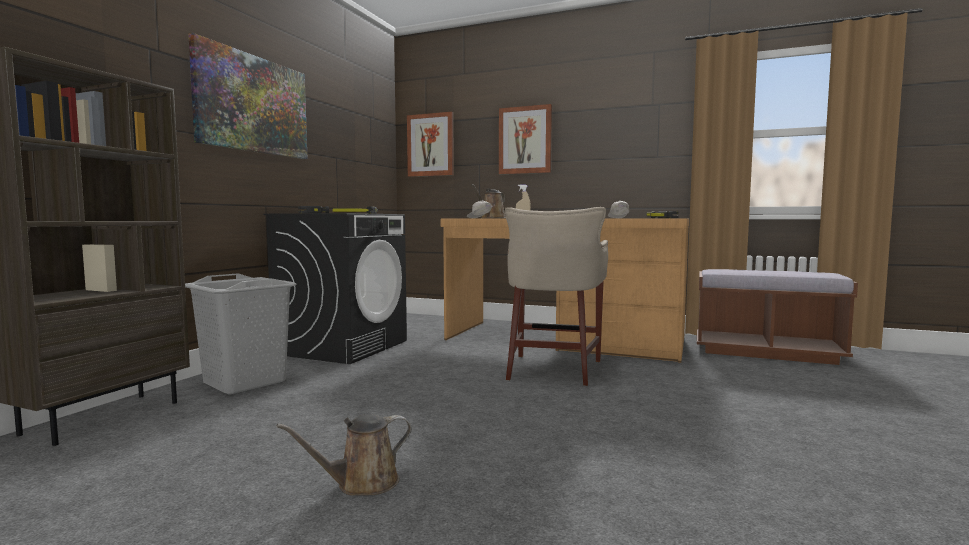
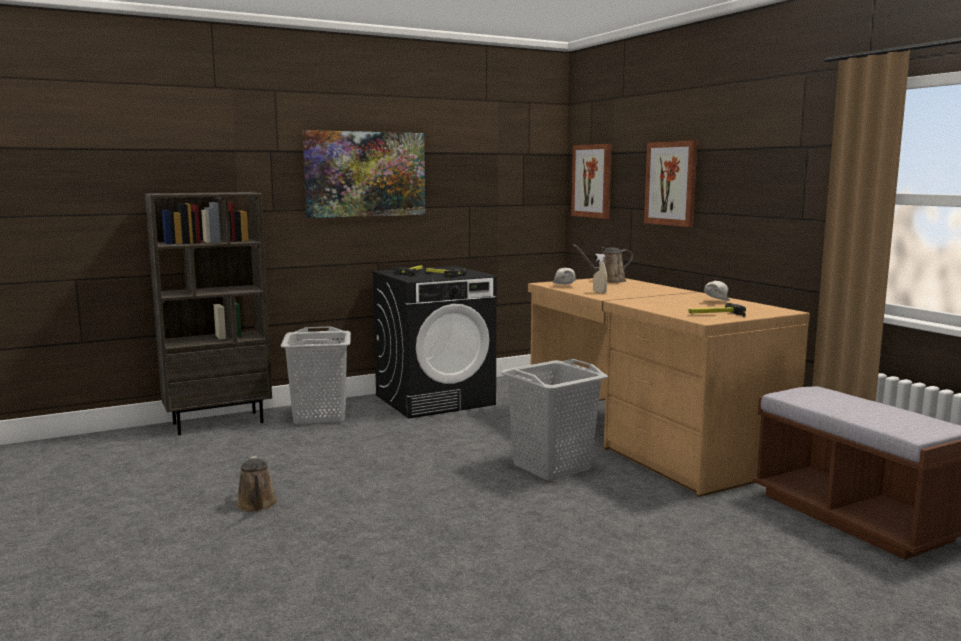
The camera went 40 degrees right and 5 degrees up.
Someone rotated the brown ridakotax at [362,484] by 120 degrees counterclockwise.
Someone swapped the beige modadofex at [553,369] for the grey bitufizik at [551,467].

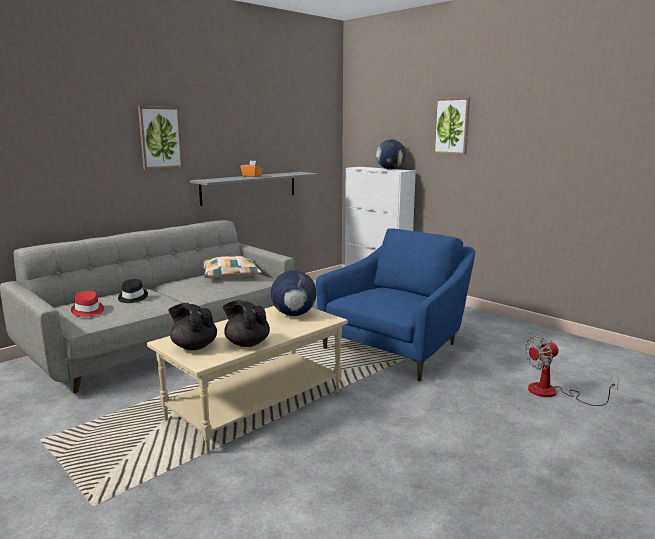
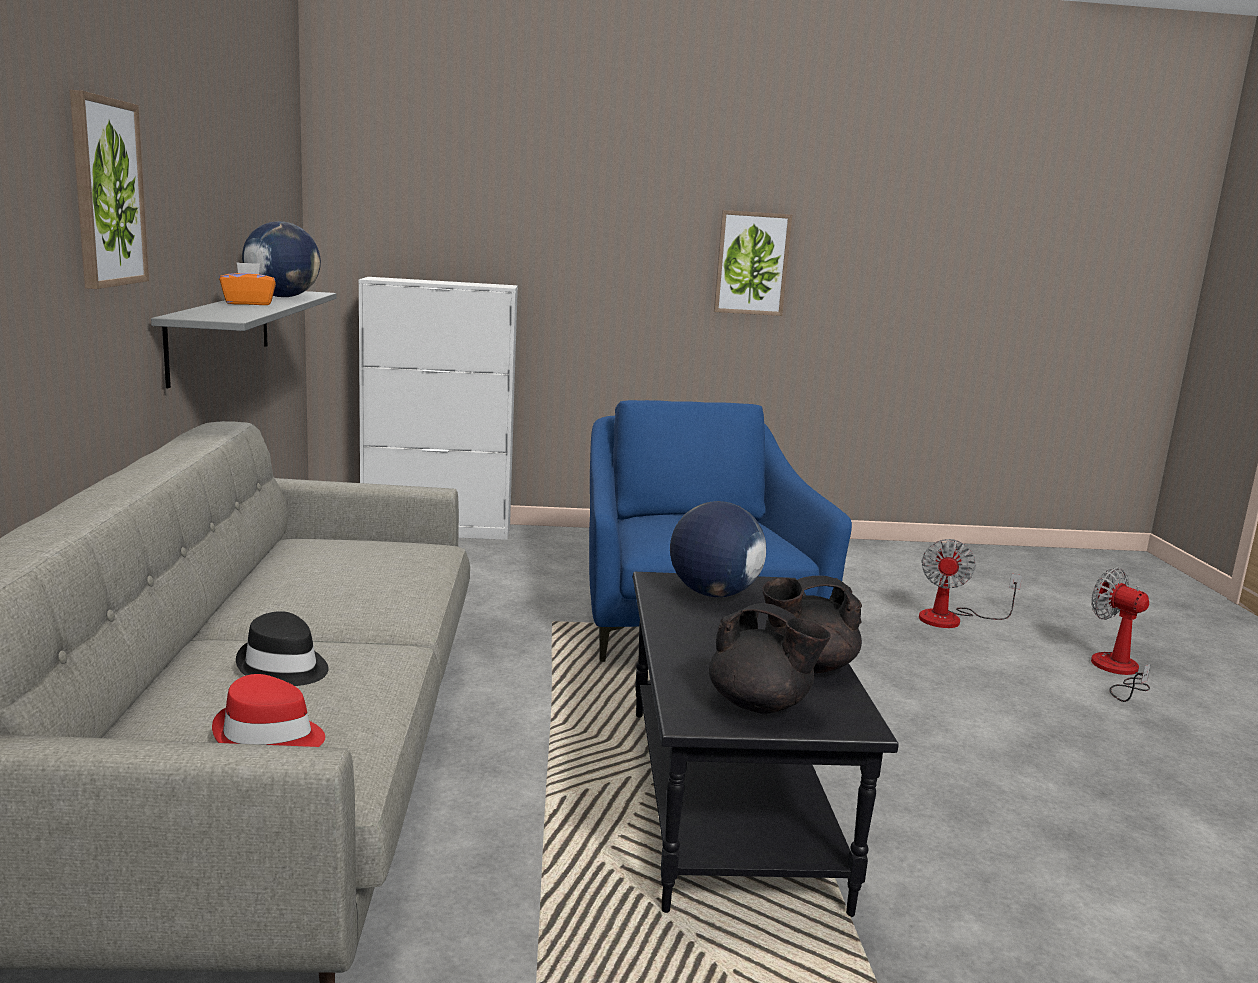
The camera went 50 degrees left and 0 degrees up.
Someone carried the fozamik from [390,169] to [282,297].
Someone repainted the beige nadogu at [256,404], which became the black nadogu at [724,800].
Someone rotated the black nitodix at [194,346] by 135 degrees counterclockwise.
Someone carried the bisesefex from [451,126] to [752,263].
Someone put down the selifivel at [1117,672].
Someone took away the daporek at [230,275].

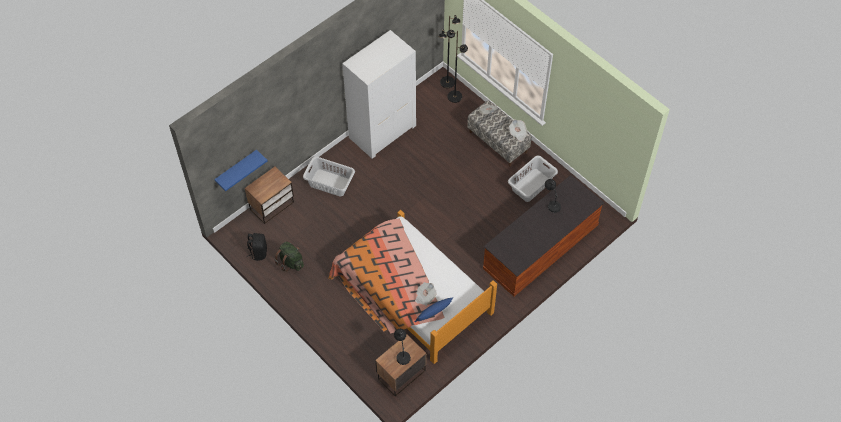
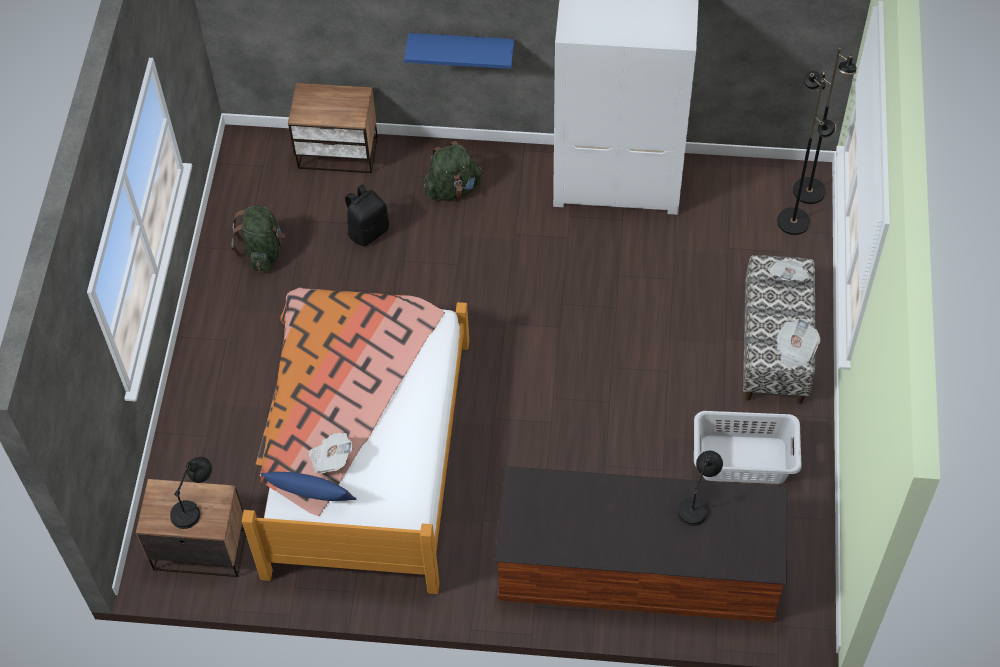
The camera went 50 degrees right and 0 degrees up.
Someone carried the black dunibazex from [258,252] to [368,231].
Someone carried the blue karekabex from [236,168] to [461,46].
Someone swapped the grey bitufizik at [330,182] for the green dunibazex at [453,189].

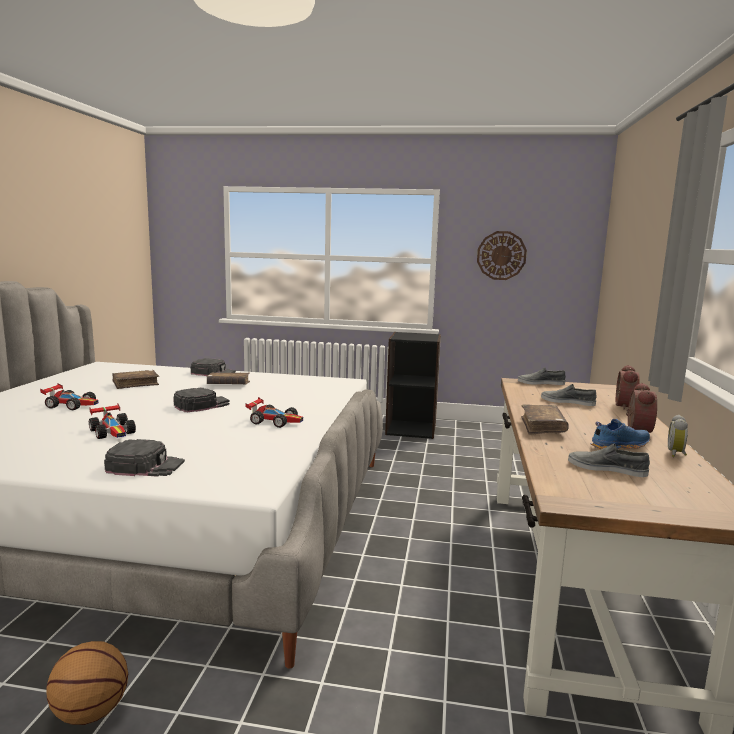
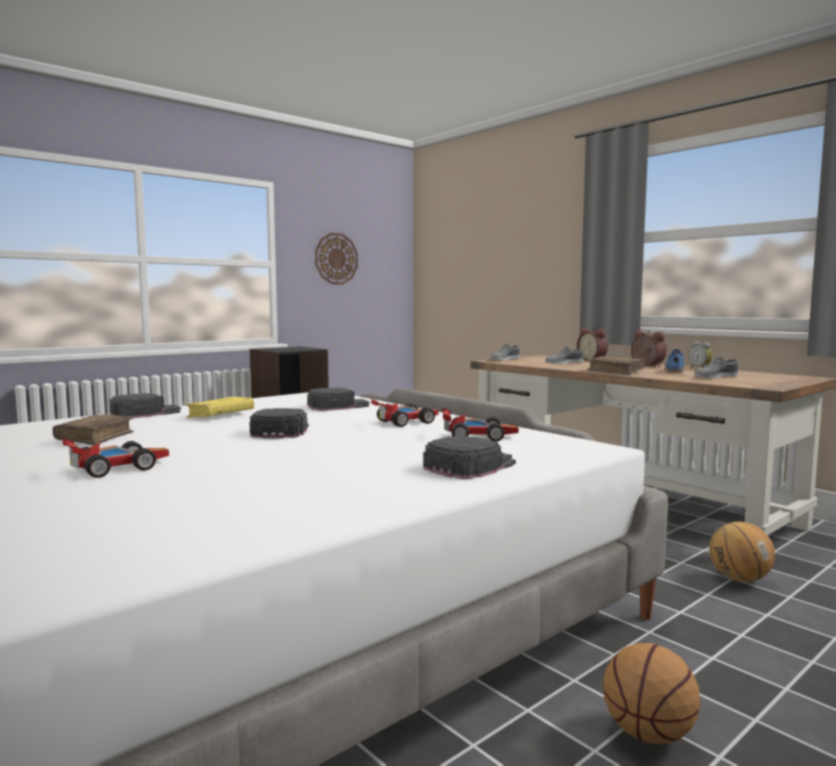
The camera went 50 degrees left and 5 degrees down.
Someone repainted the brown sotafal at [228,384], which became the yellow sotafal at [221,415].
Someone put down the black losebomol at [337,406].
Someone carried the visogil from [113,431] to [477,436].
Someone put down the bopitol at [739,579].

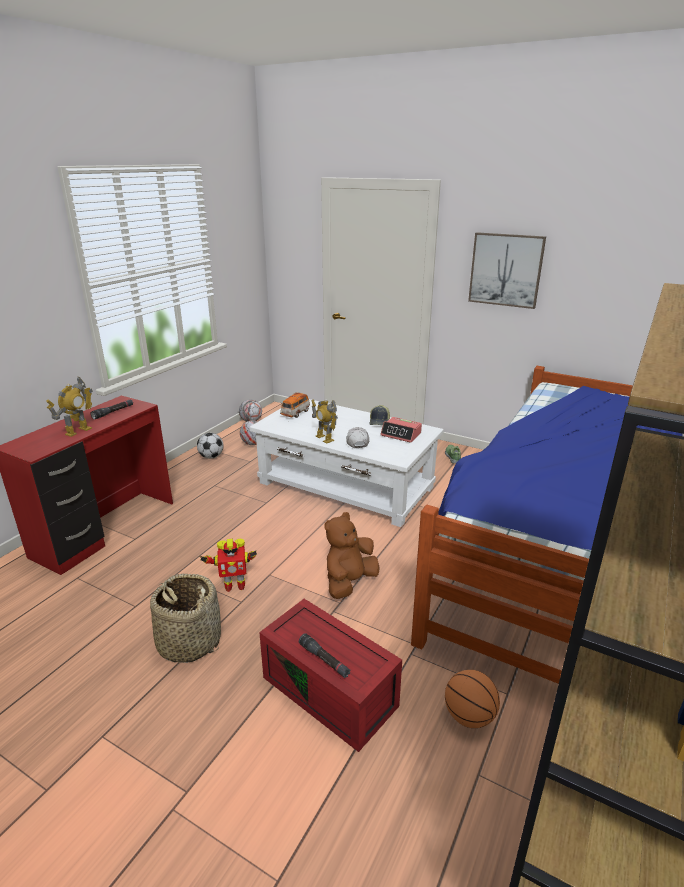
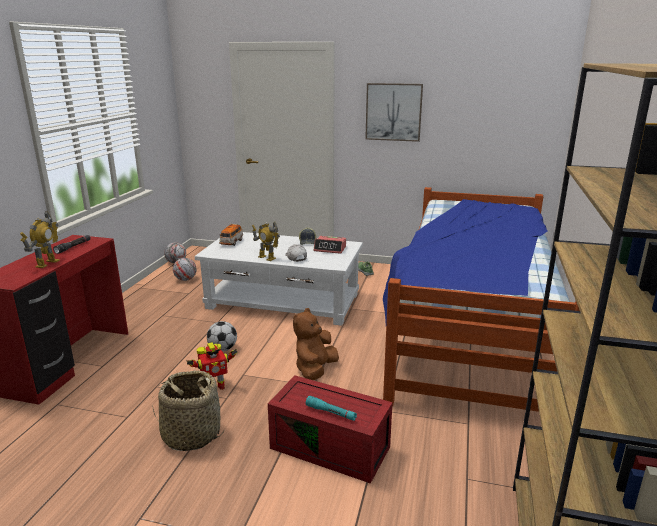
The camera went 15 degrees left and 5 degrees down.
Someone carried the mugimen from [211,457] to [222,349].
Someone repainted the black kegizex at [324,660], which became the turquoise kegizex at [331,412].
Someone took away the bopitol at [469,716].

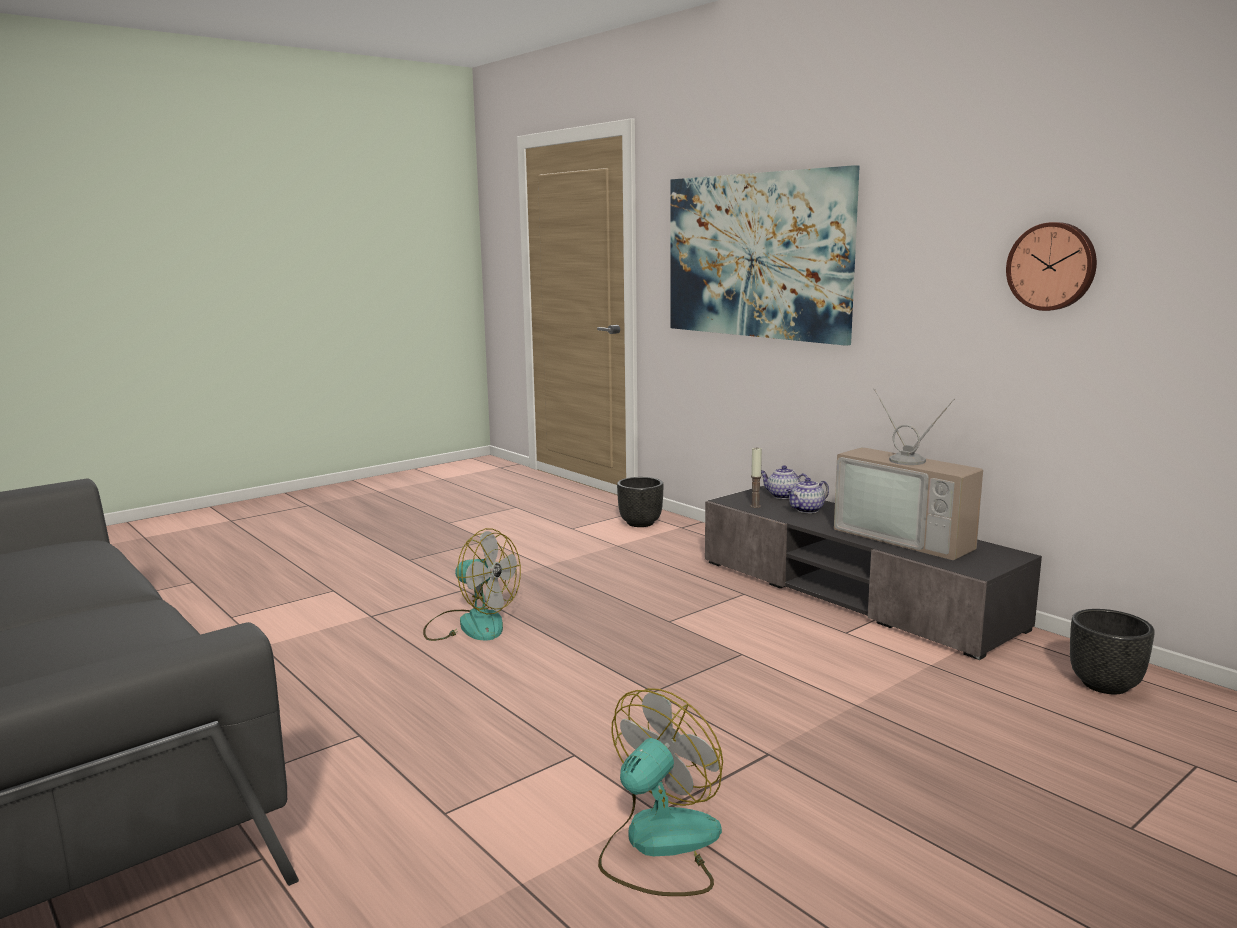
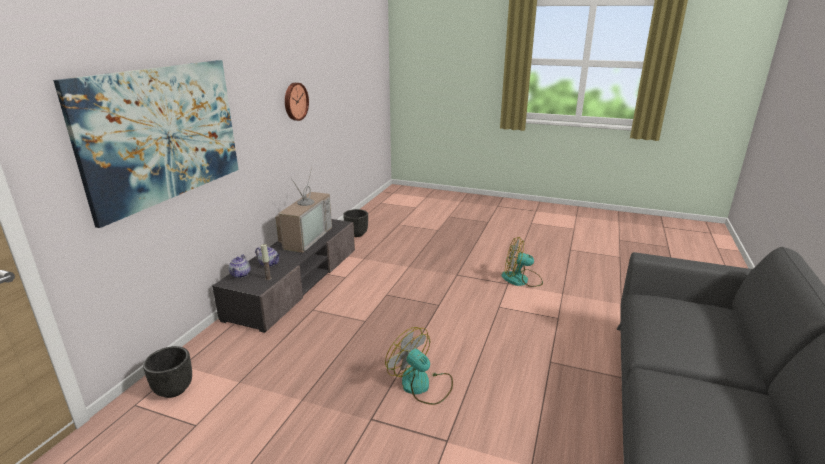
The camera went 120 degrees left and 10 degrees up.
Someone rotated the selifivel at [470,624] by 45 degrees counterclockwise.

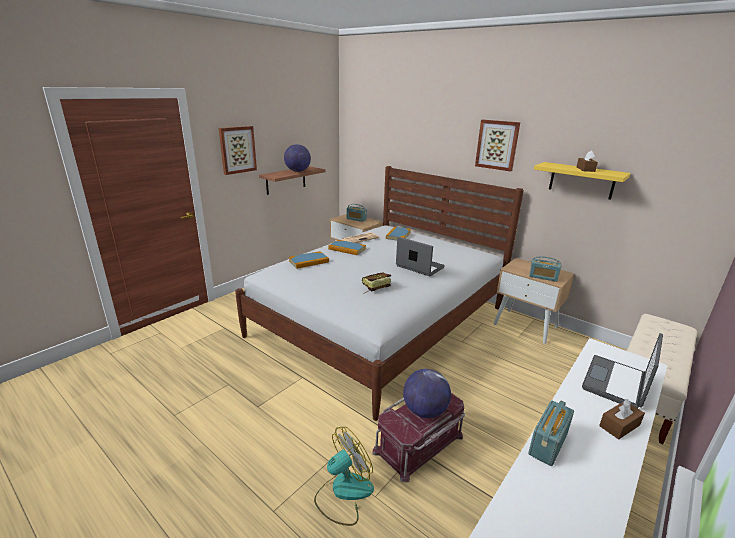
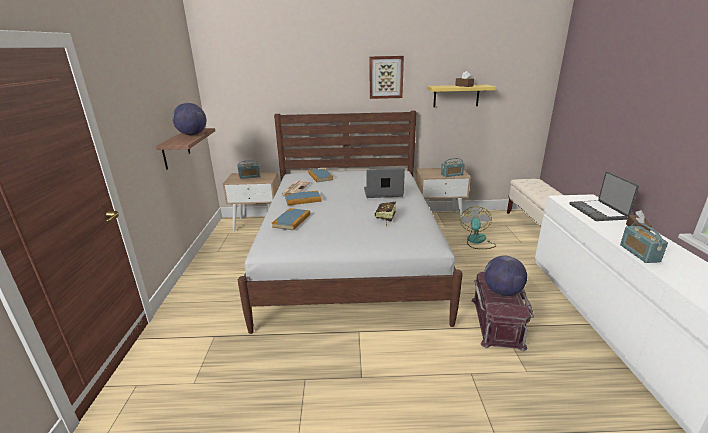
The camera went 40 degrees left and 0 degrees up.
Someone carried the selifivel from [343,492] to [477,241].
Someone took away the bisesefex at [237,150].

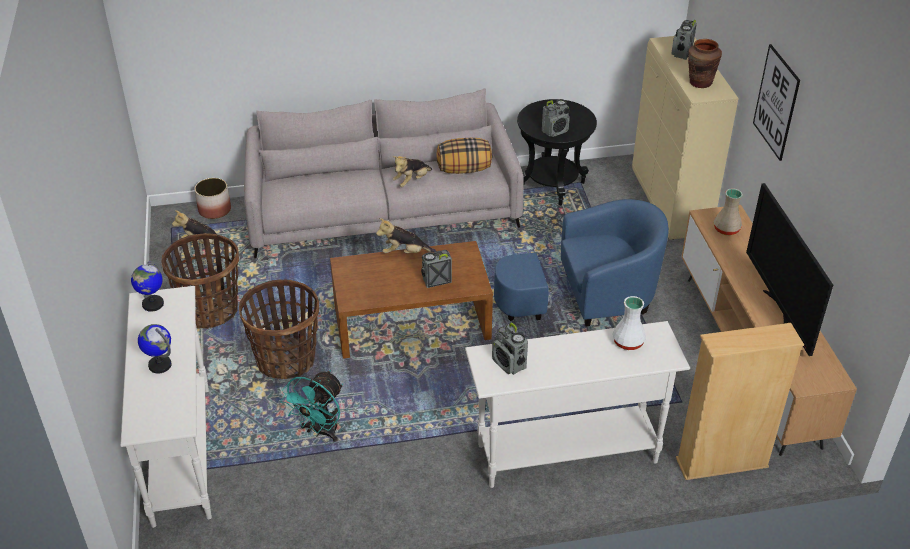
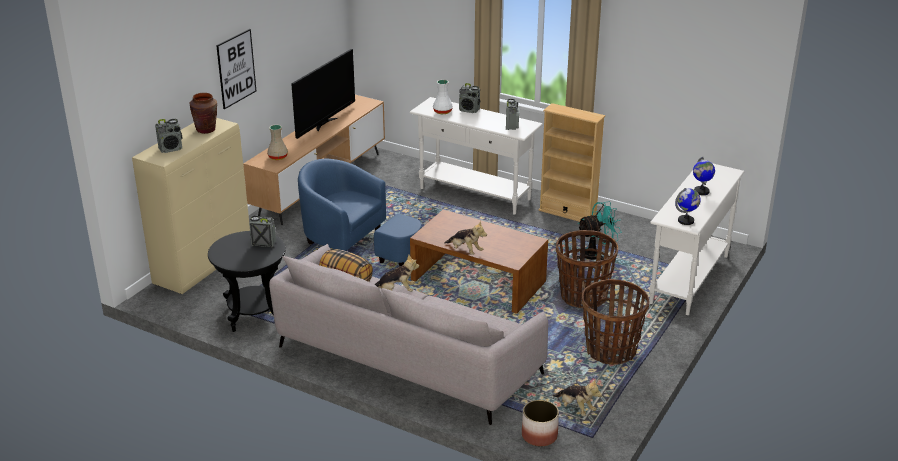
The camera went 140 degrees left and 10 degrees down.
Someone carried the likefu from [436,280] to [469,110].
Someone carried the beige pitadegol from [722,463] to [567,213].

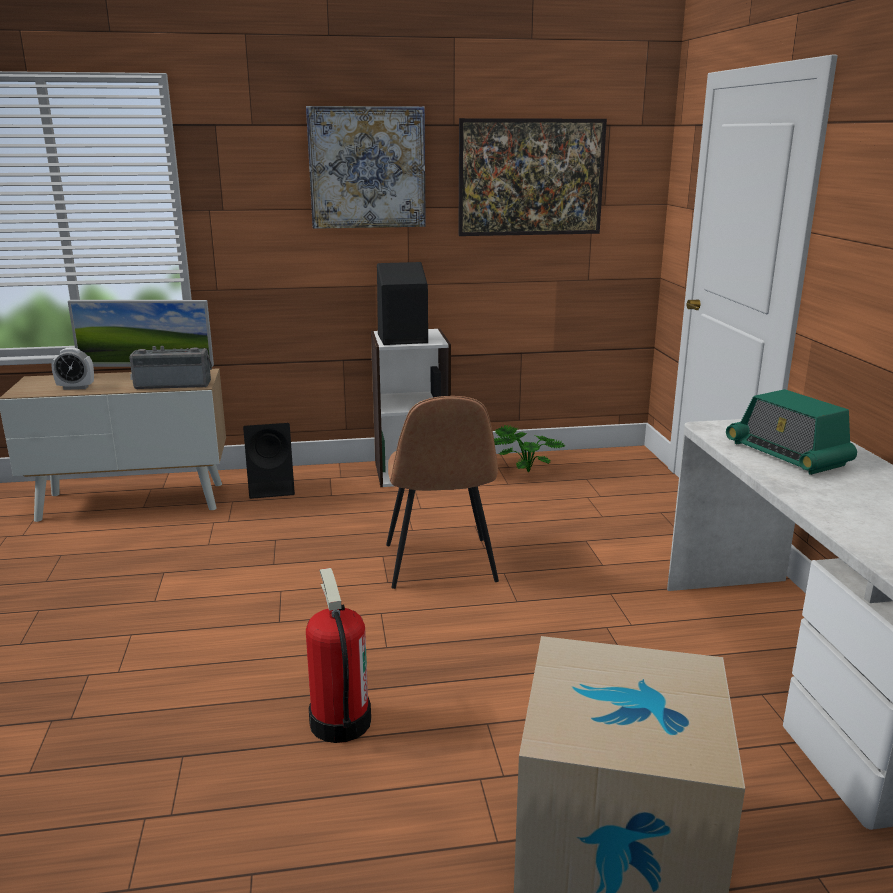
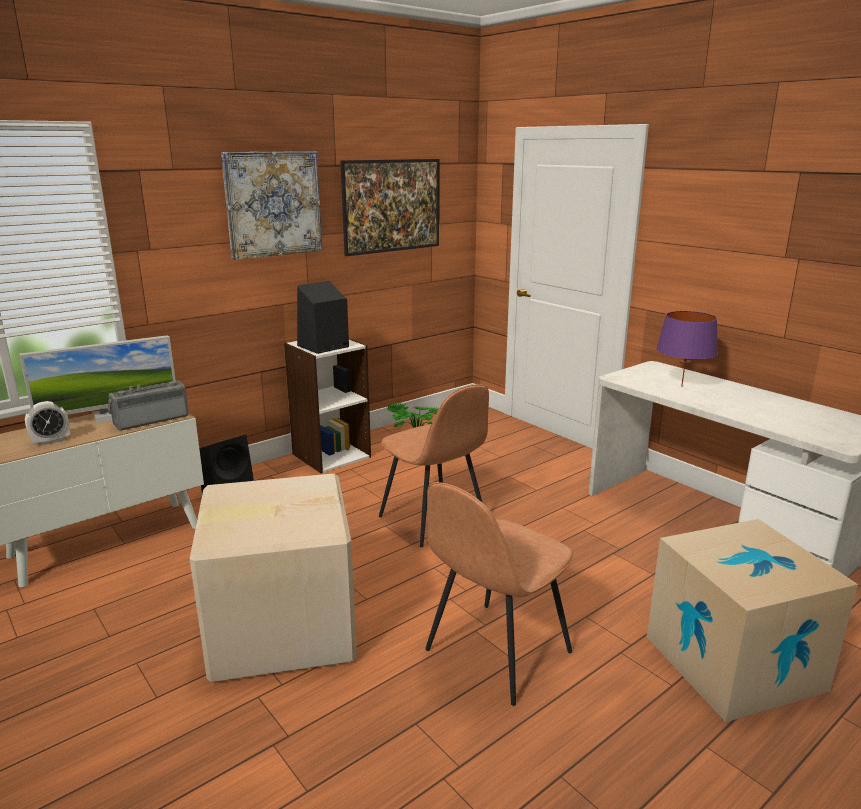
The camera went 30 degrees left and 0 degrees up.
Someone put down the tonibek at [280,626].
Someone swapped the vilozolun at [339,721] for the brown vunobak at [495,653].
Someone swapped the likefu at [787,454] for the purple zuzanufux at [681,387].

